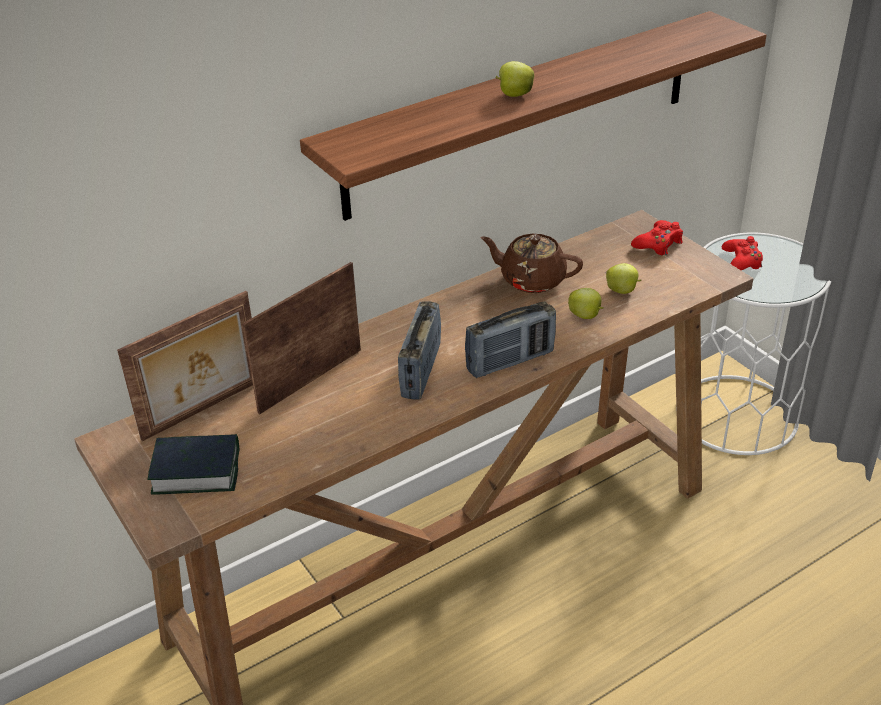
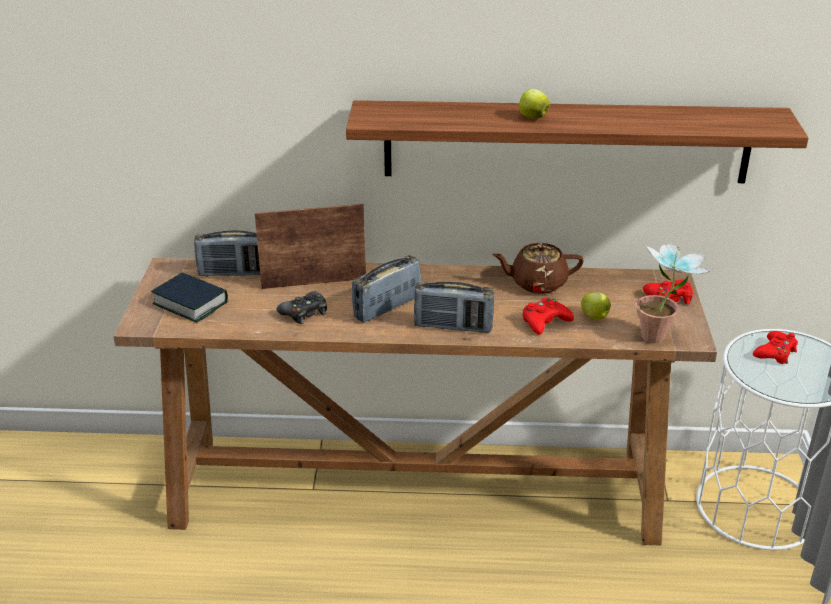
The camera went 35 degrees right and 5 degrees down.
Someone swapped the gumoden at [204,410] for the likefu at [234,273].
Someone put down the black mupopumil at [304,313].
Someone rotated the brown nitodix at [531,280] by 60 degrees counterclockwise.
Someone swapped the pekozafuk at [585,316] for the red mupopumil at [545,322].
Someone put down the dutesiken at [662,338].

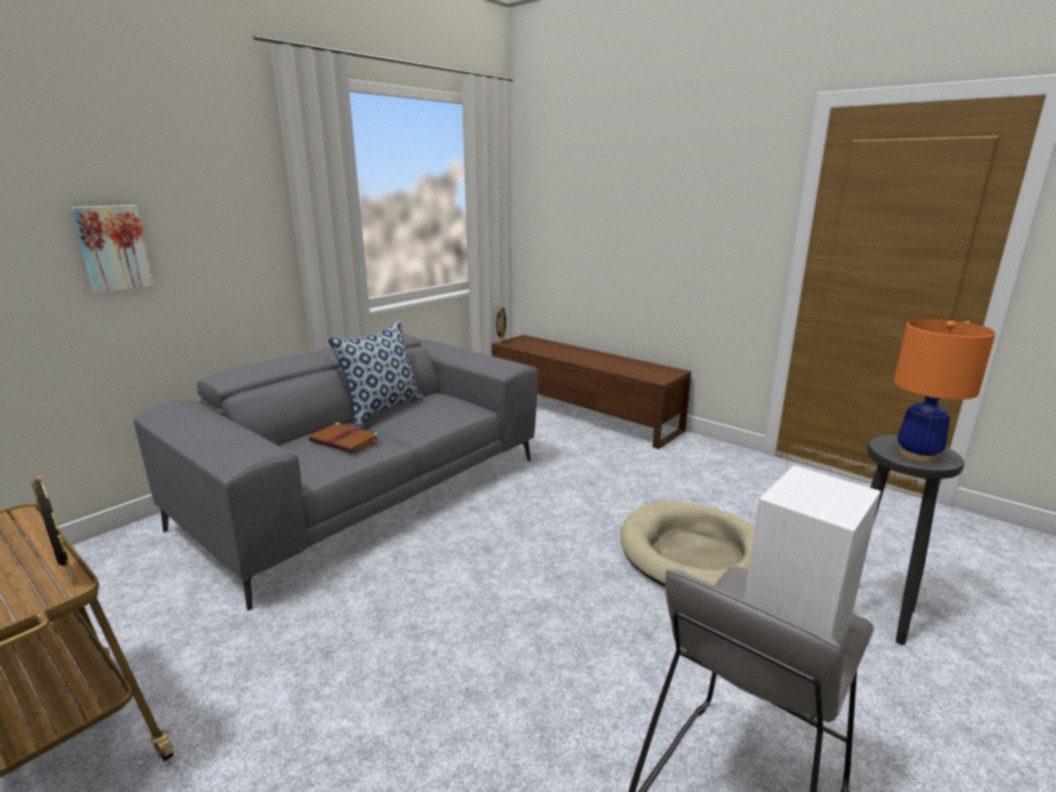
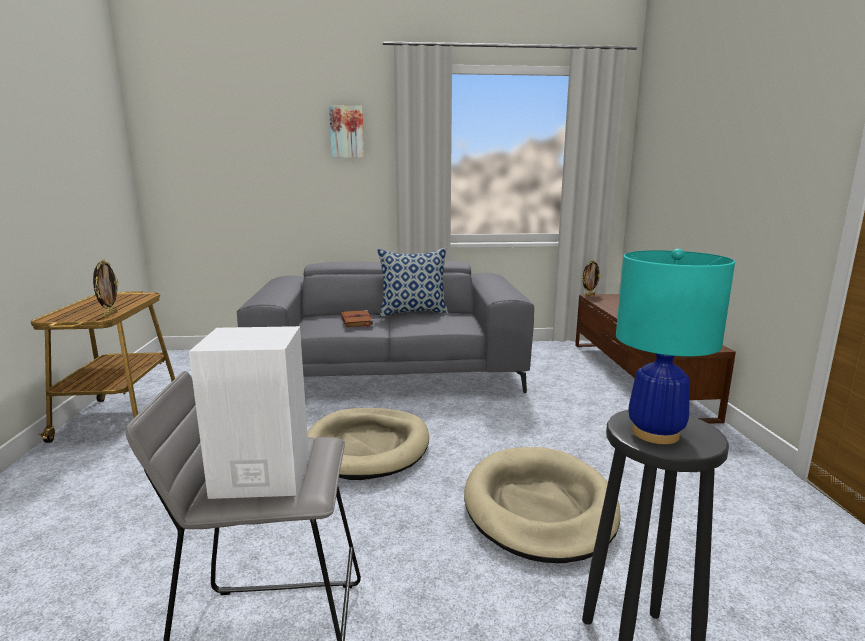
The camera went 45 degrees right and 5 degrees down.
Someone put down the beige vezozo at [367,447].
Someone carried the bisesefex from [113,248] to [347,132].
Someone repainted the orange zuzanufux at [918,455], which became the turquoise zuzanufux at [655,433].

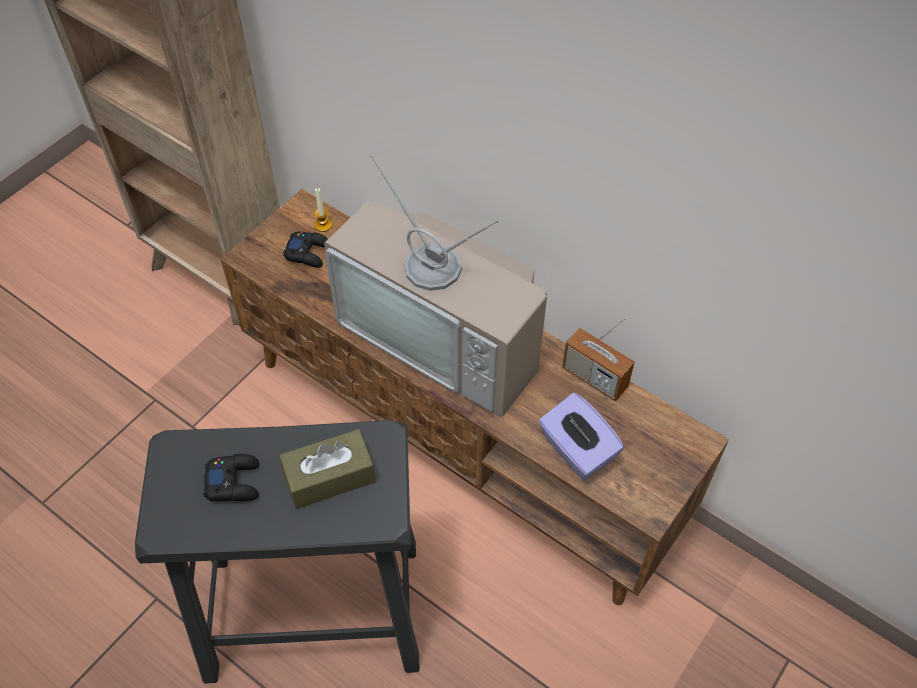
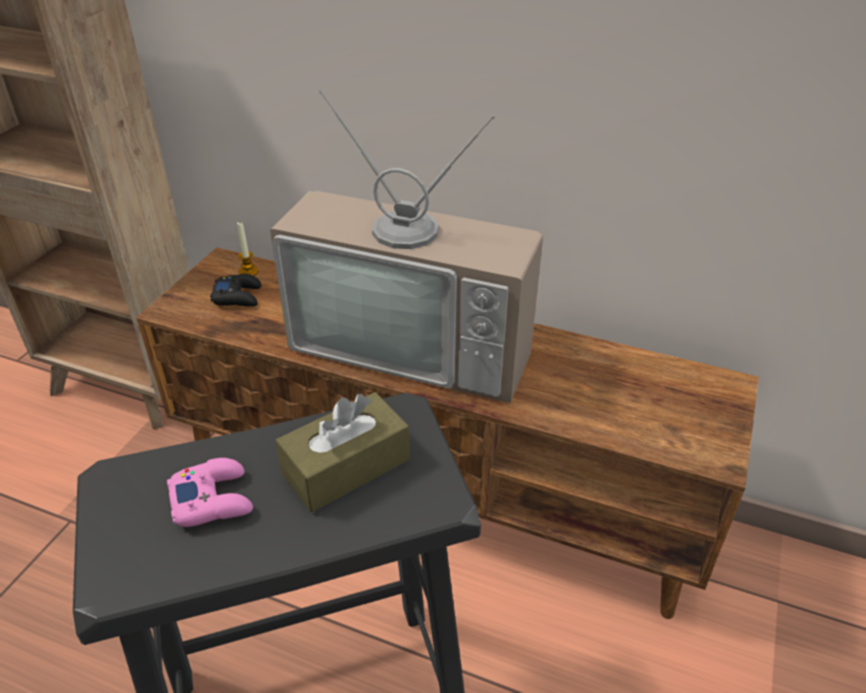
The camera went 15 degrees left and 15 degrees down.
Someone repainted the black mupopumil at [234,482], which became the pink mupopumil at [213,499].
Someone took away the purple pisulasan at [577,450].
Someone took away the likefu at [594,377].

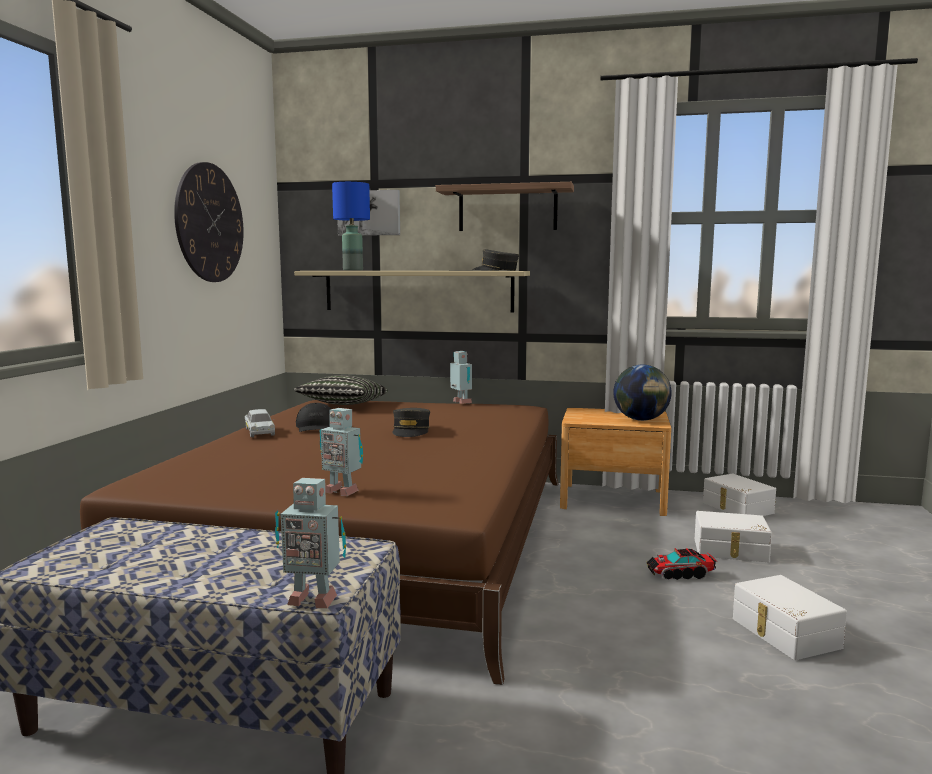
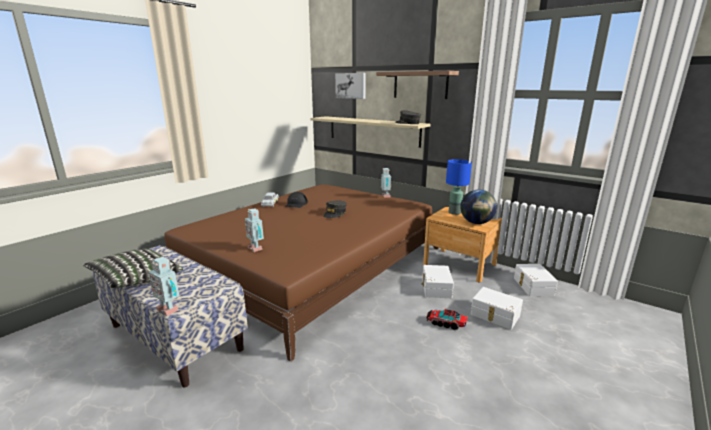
The camera went 25 degrees right and 10 degrees up.
Someone carried the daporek from [343,405] to [136,280].
Someone carried the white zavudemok from [784,633] to [435,288].
Someone carried the blue zuzanufux from [352,270] to [454,212].
Someone took away the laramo at [209,223].

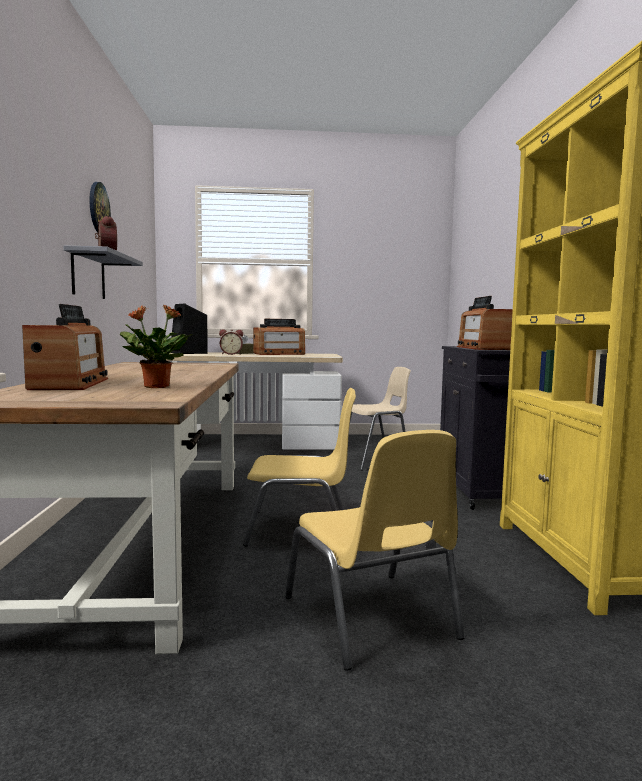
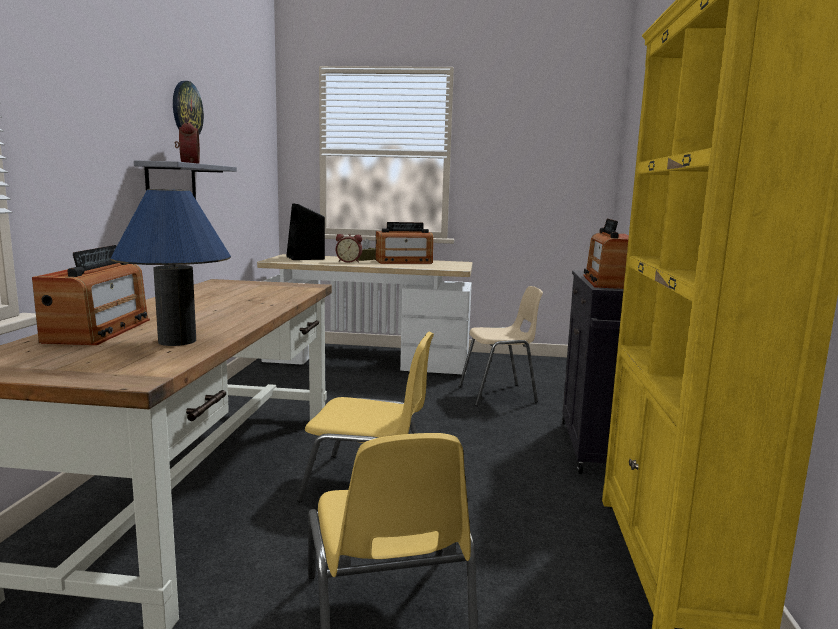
The camera went 10 degrees right and 5 degrees up.
Someone swapped the dutesiken at [155,387] for the blue zuzanufux at [177,341].

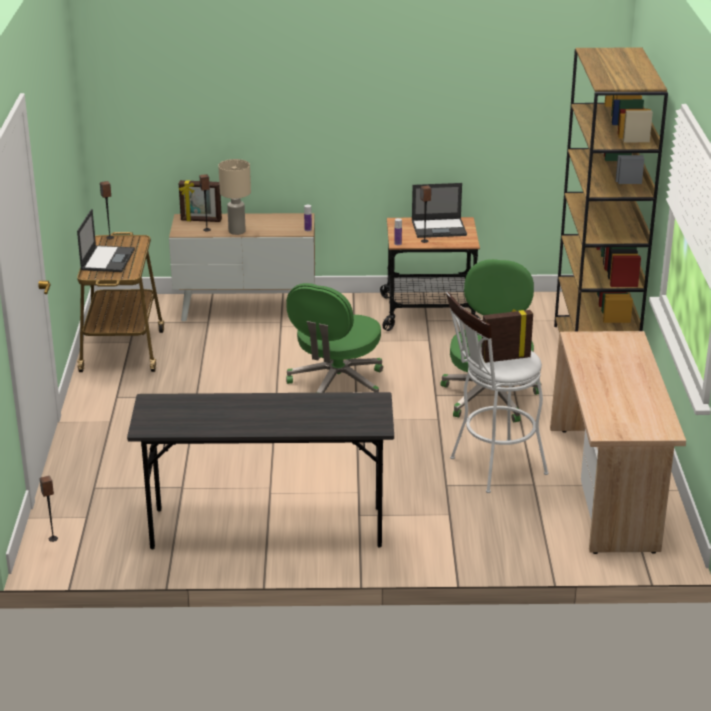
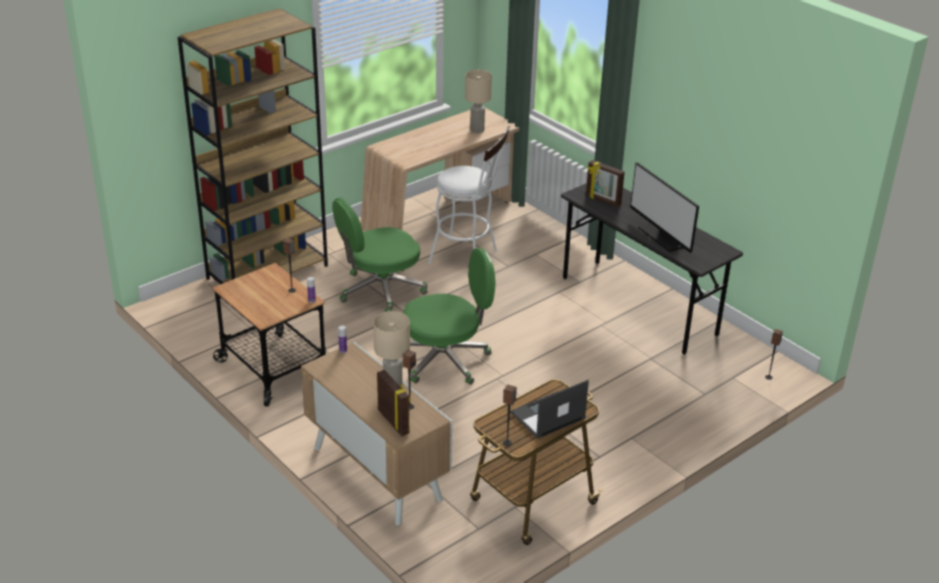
The camera went 130 degrees left and 5 degrees up.
Someone put down the beige zuzanufux at [477,130].
Someone carried the gumoden from [505,358] to [602,200].
Someone put down the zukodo at [664,236].
Someone took away the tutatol at [439,228].

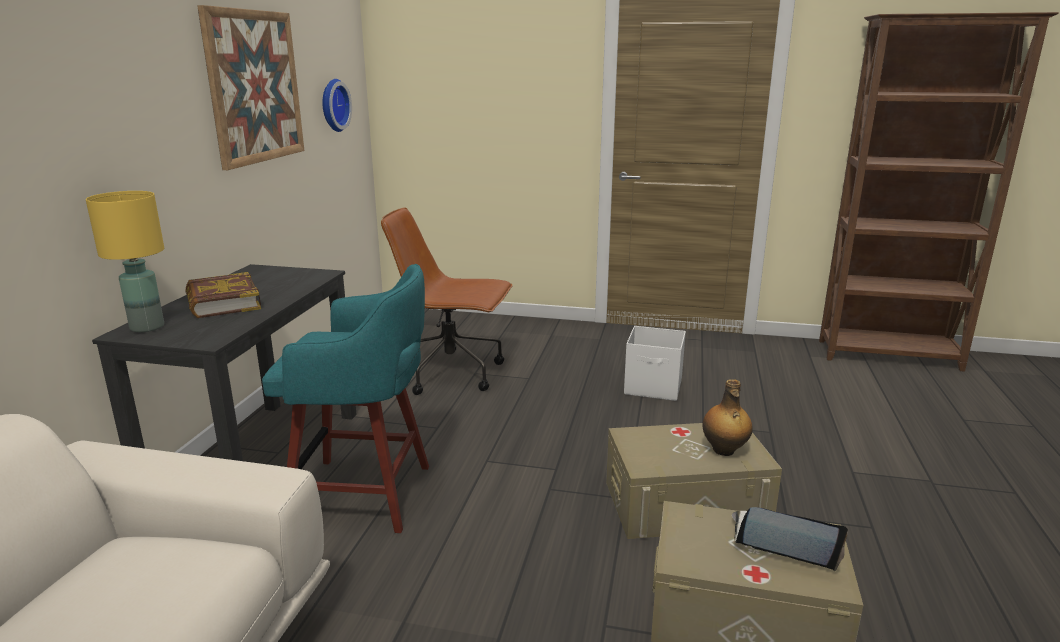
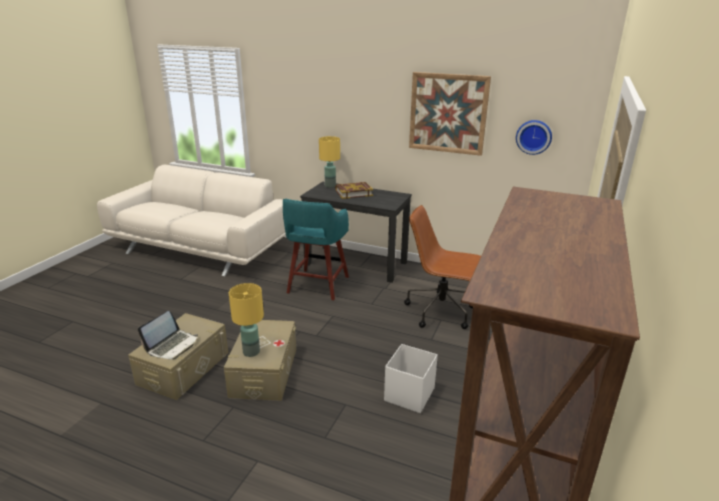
The camera went 100 degrees right and 5 degrees up.
Someone swapped the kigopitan at [724,450] for the yellow zuzanufux at [251,351].
Someone rotated the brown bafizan at [452,372] by 90 degrees counterclockwise.

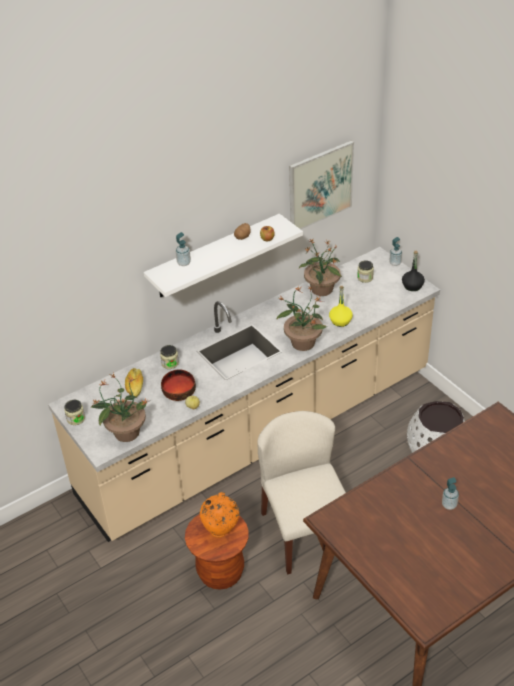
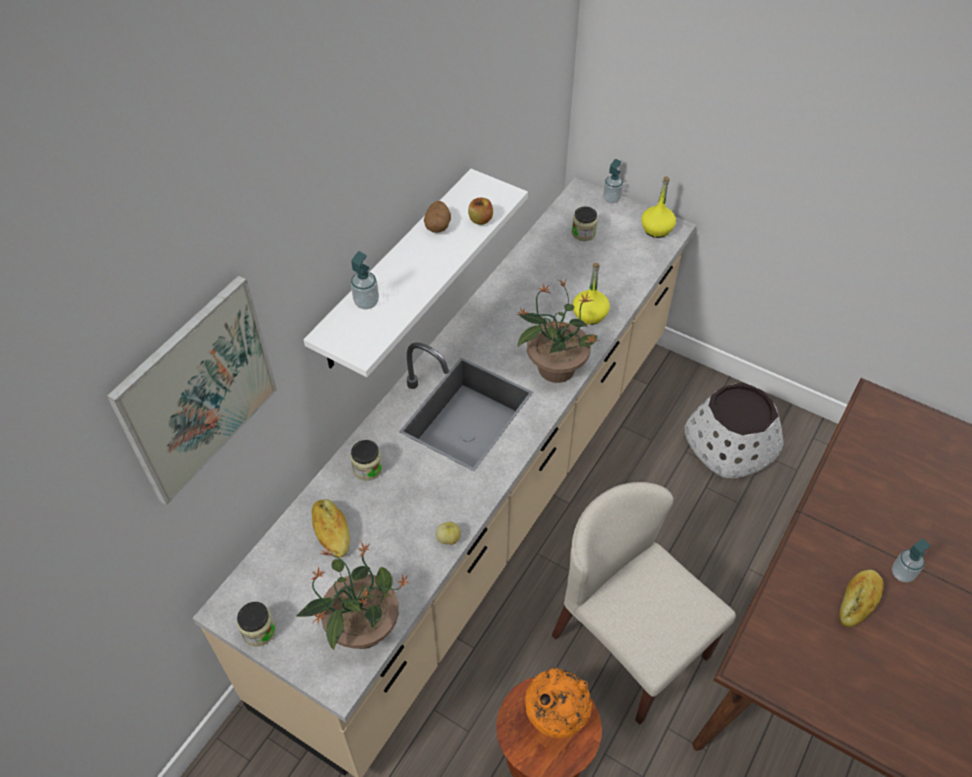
The camera went 25 degrees left and 10 degrees up.
Someone carried the bisesefex from [320,186] to [198,390].
Someone repainted the black kigopitan at [412,286], which became the yellow kigopitan at [657,229].
Someone put down the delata at [857,601].
Someone took away the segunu at [178,391].
Someone took away the dutesiken at [321,290].

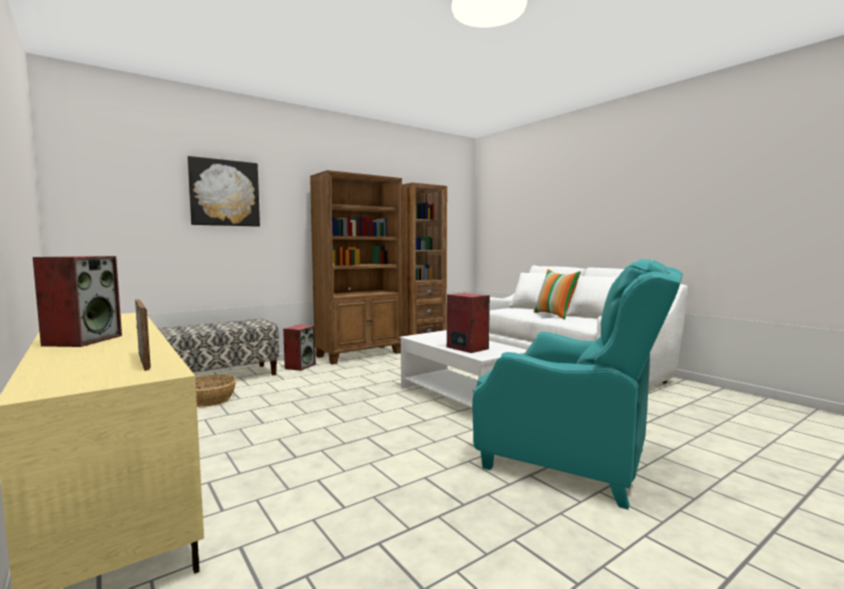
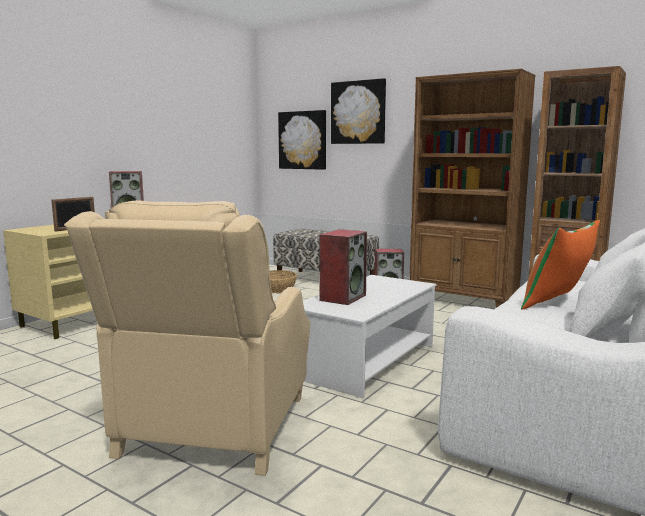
The camera went 70 degrees right and 5 degrees up.
Someone repainted the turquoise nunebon at [572,460], which became the beige nunebon at [214,428].
Someone put up the bisesefex at [303,140].

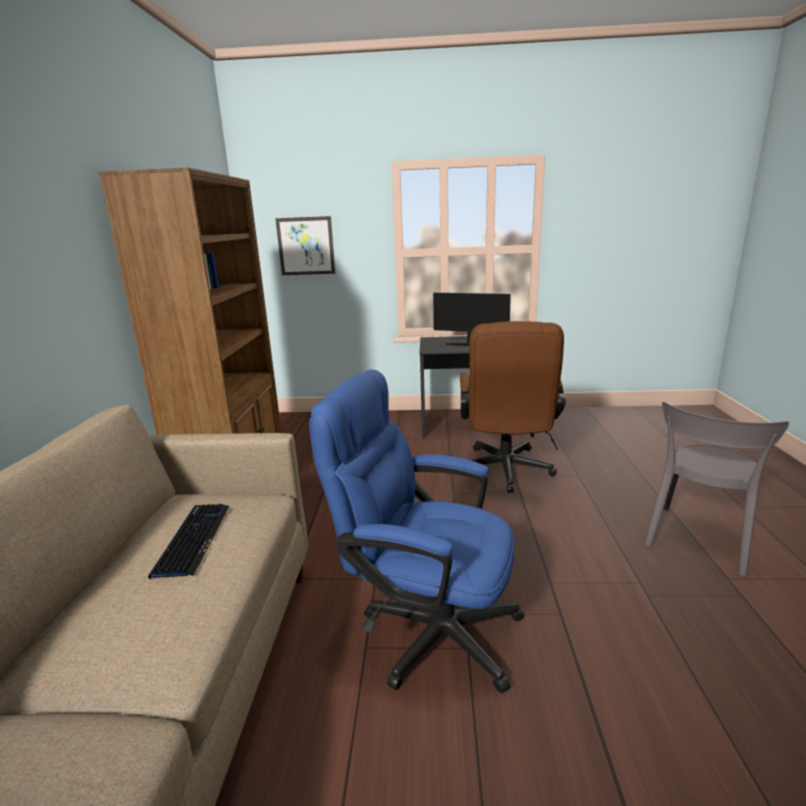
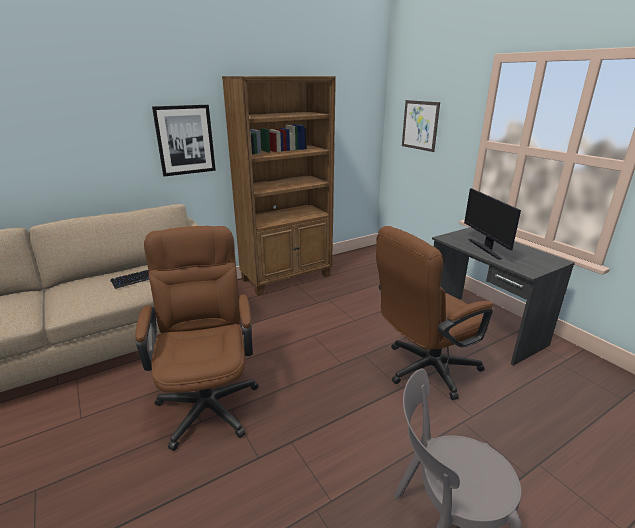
The camera went 55 degrees right and 5 degrees up.
Someone repainted the blue bafizan at [427,629], which became the brown bafizan at [208,398].
Someone put up the bisesefex at [185,140].

